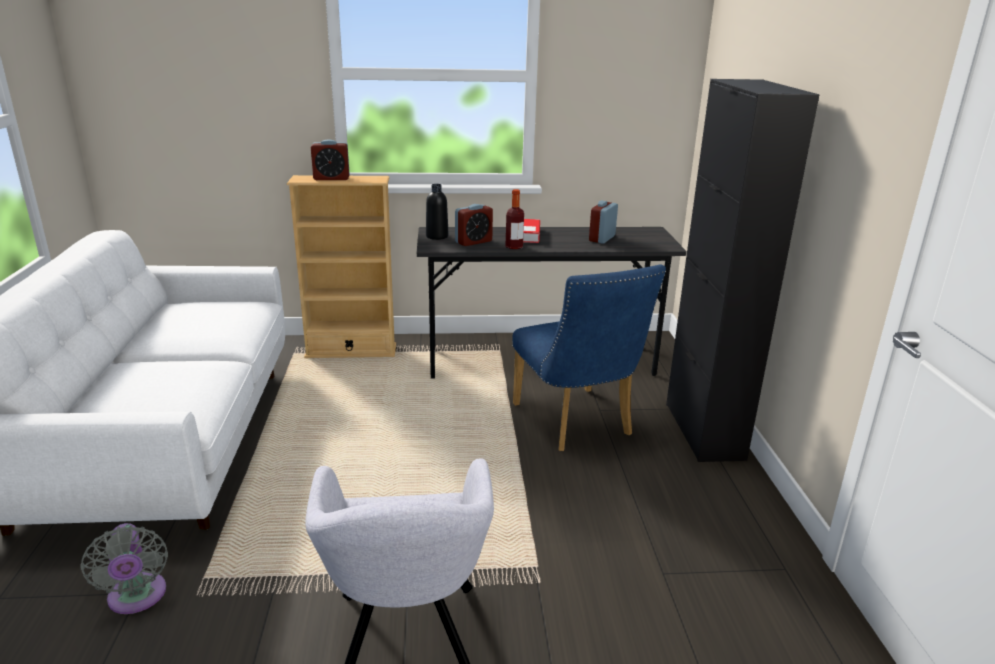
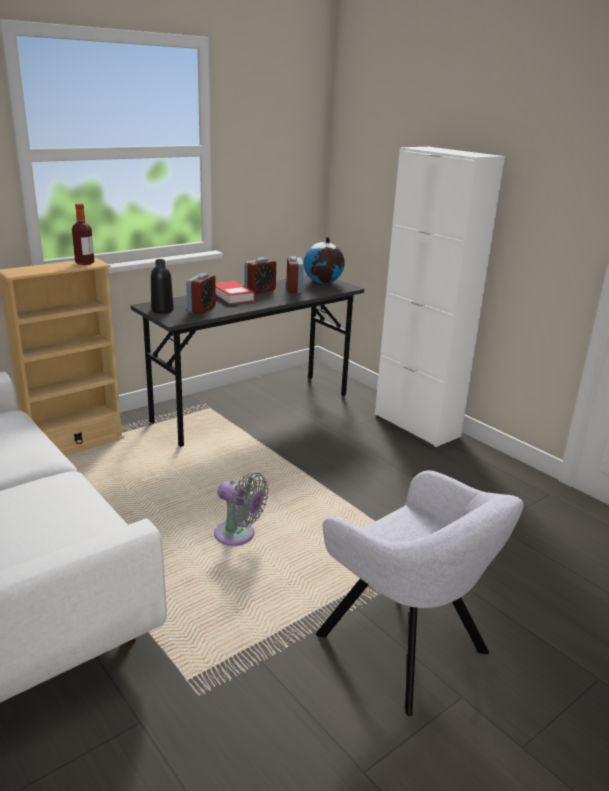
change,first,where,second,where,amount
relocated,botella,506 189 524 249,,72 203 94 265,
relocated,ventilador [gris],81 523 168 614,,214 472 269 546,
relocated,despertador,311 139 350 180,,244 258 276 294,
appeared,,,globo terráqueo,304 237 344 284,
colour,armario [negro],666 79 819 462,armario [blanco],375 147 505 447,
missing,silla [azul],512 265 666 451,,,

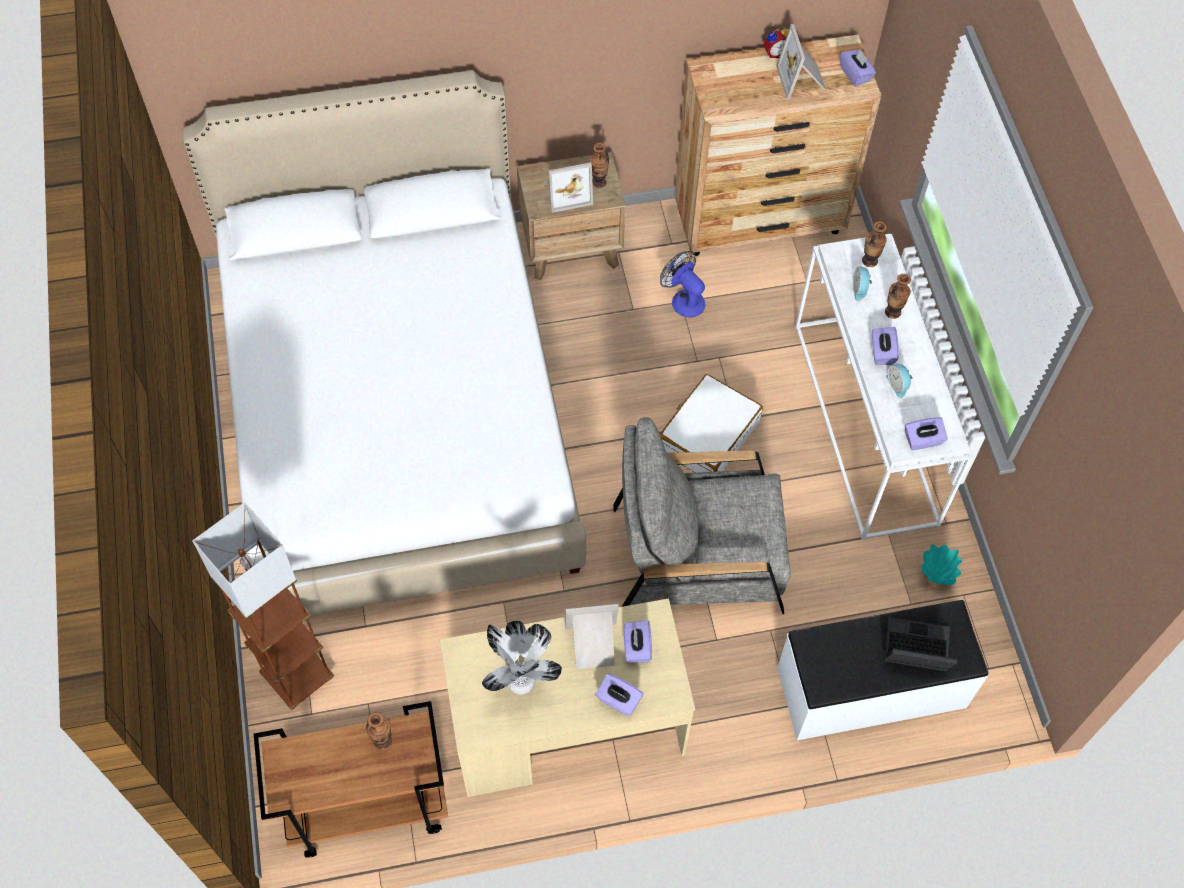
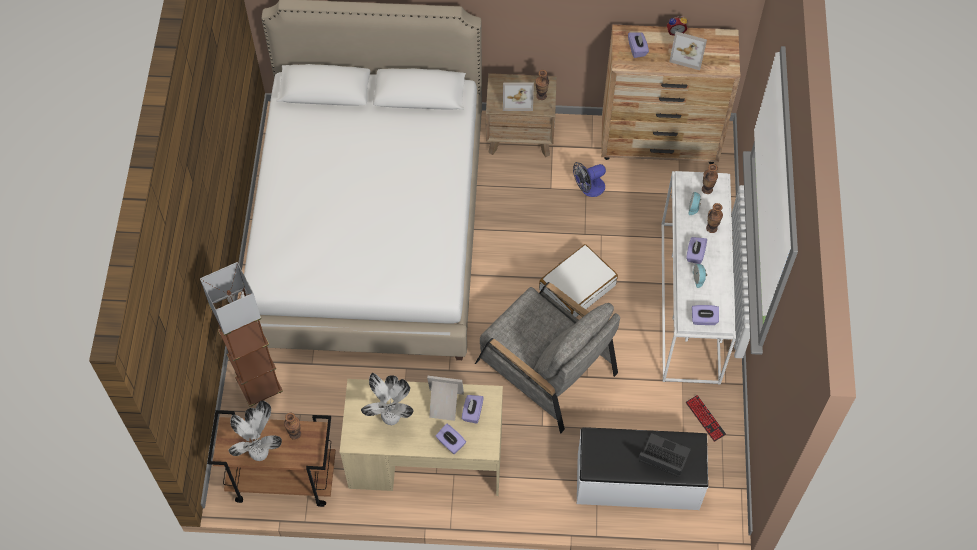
change,first,where,second,where,amount
appeared,,,planta en maceta,228 401 282 461,
spun,sillón [gris],613 417 791 614,,475 282 620 433,150 degrees counterclockwise
spun,ventilador,660 251 705 318,,573 162 606 197,90 degrees counterclockwise
relocated,caja de pañuelos [morado],840 49 876 86,,628 33 649 58,
spun,portarretratos,776 24 826 99,,669 31 707 70,75 degrees counterclockwise
exchanged,florero [turquesa],921 544 962 585,teclado,685 395 726 442,

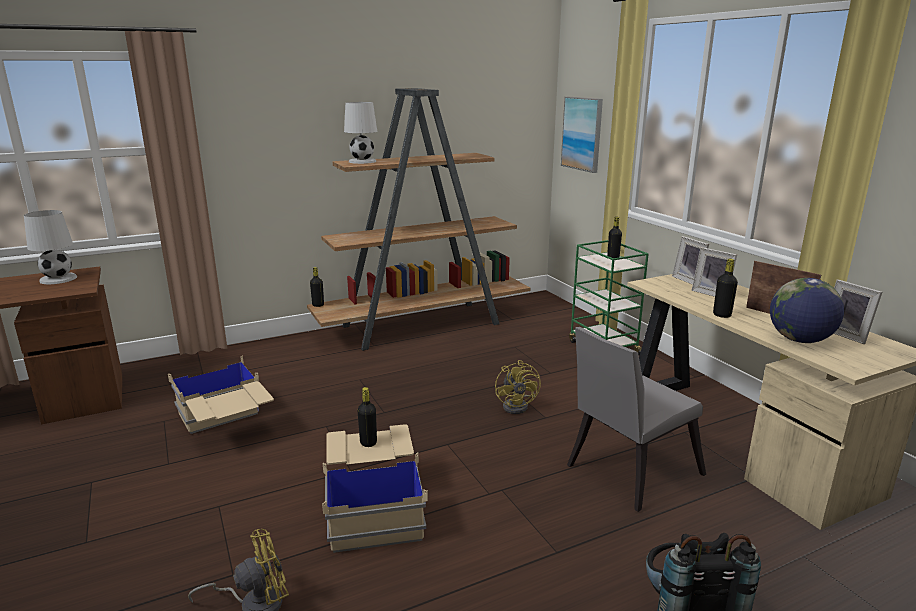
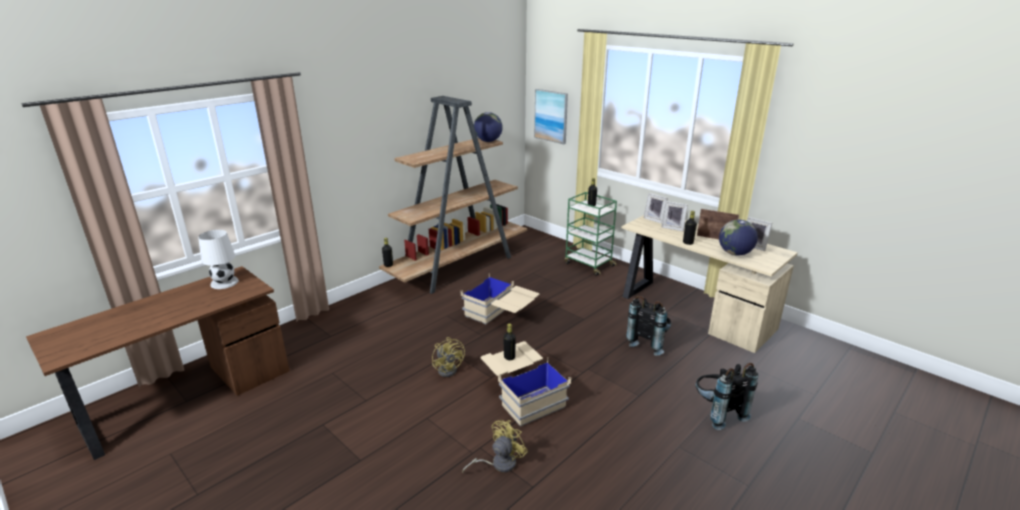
change,first,where,second,where,amount
relocated,ventilador [amarillo],495 360 541 414,,432 337 465 377,
relocated,caja de almacenaje [beis],168 356 274 434,,461 274 540 324,
appeared,,,globo terráqueo,474 112 503 142,
exchanged,silla [gris],567 327 706 512,mochila [negro],626 296 671 356,
missing,lámpara de mesa [blanco],344 102 377 164,,,

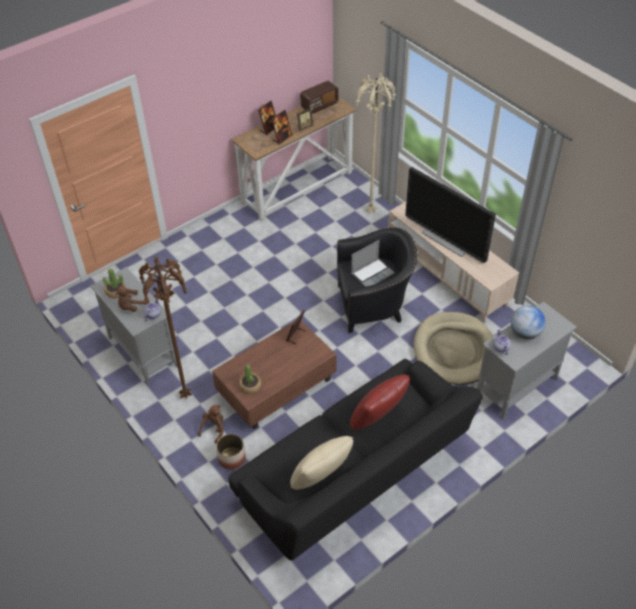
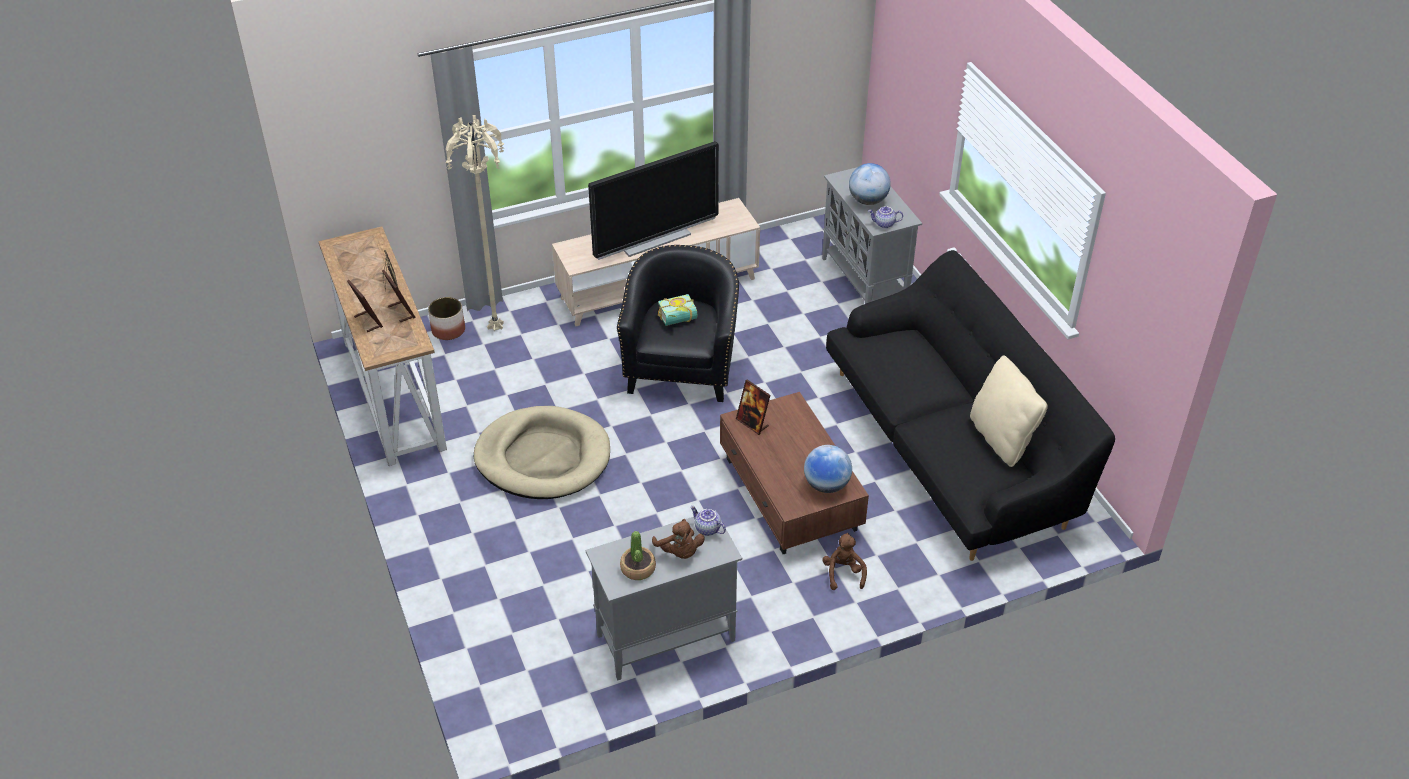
change,first,where,second,where,amount
relocated,maceta,216 434 246 470,,428 297 465 340,
relocated,cama para perro [beis],414 312 493 385,,474 406 610 499,
exchanged,portátil,351 240 394 287,libro,658 294 697 326,
exchanged,planta en maceta,239 365 261 394,globo terráqueo,804 445 852 493,
spun,peluche [marrón],198 405 224 444,,822 533 867 590,45 degrees clockwise
missing,lámpara de pie [marrón],139 257 192 399,,,
missing,radio,300 81 339 114,,,
missing,cojín [rojo],350 375 410 430,,,

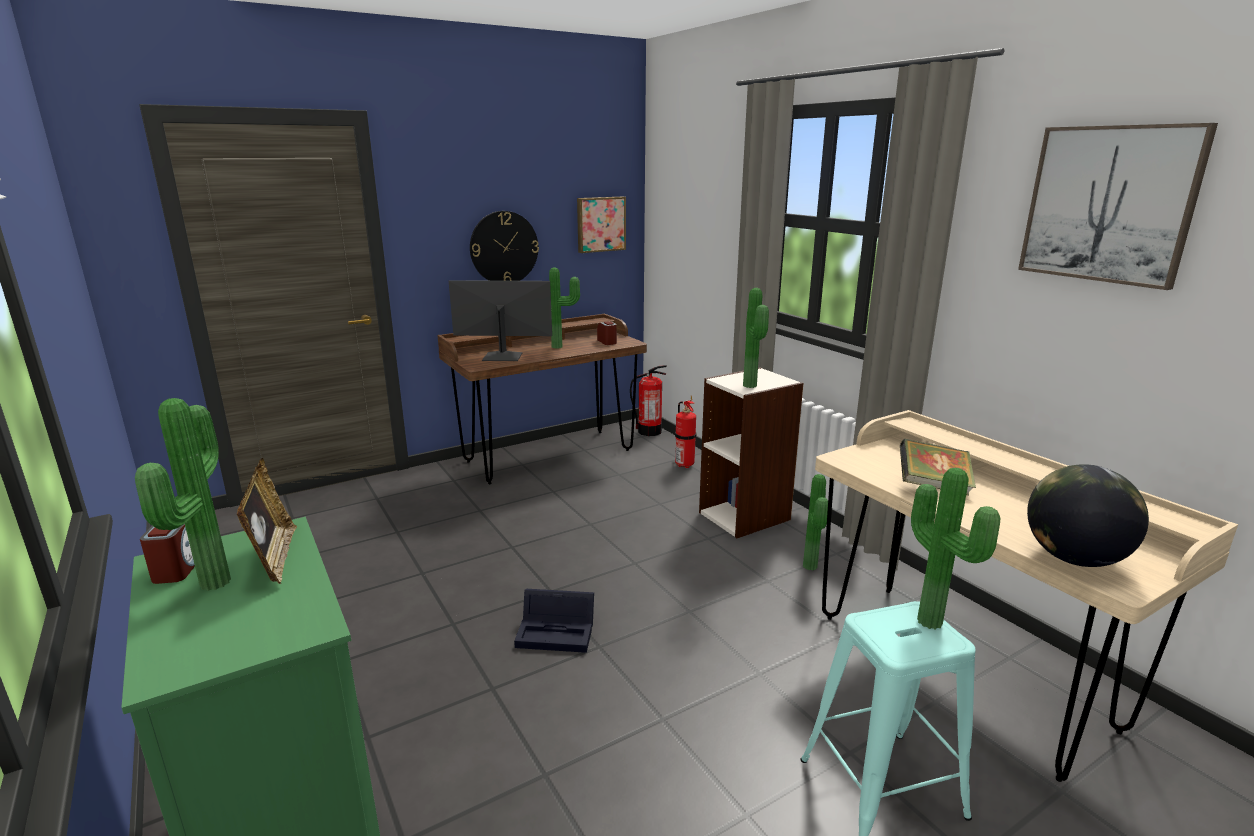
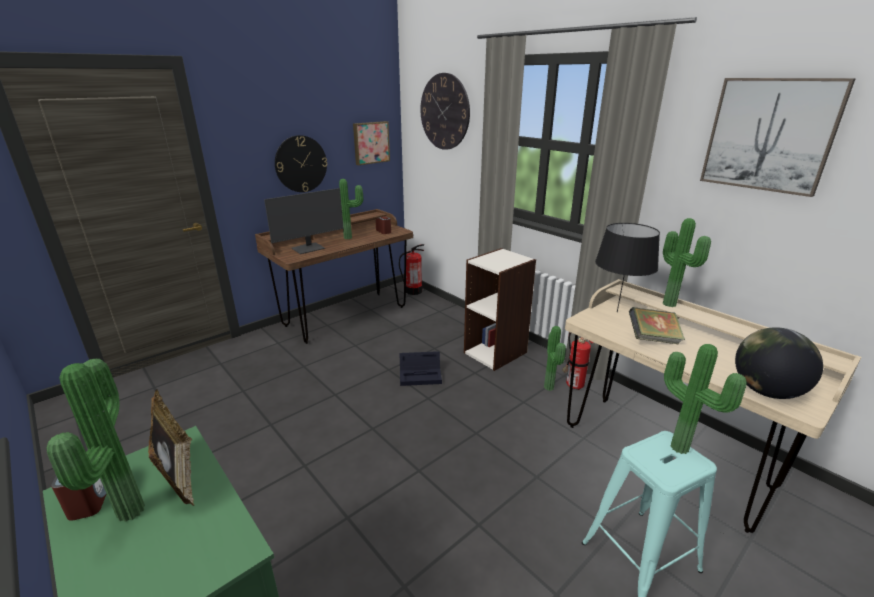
change,first,where,second,where,amount
spun,monitor,449 280 552 361,,264 188 344 254,150 degrees clockwise
relocated,caja de almacenaje [negro],514 589 594 653,,399 351 442 386,
appeared,,,reloj de pared,420 73 470 150,
relocated,extintor,675 396 696 468,,562 332 593 390,
appeared,,,lámpara de mesa [negro],595 223 660 312,
relocated,planta en maceta,743 288 769 388,,663 218 711 307,

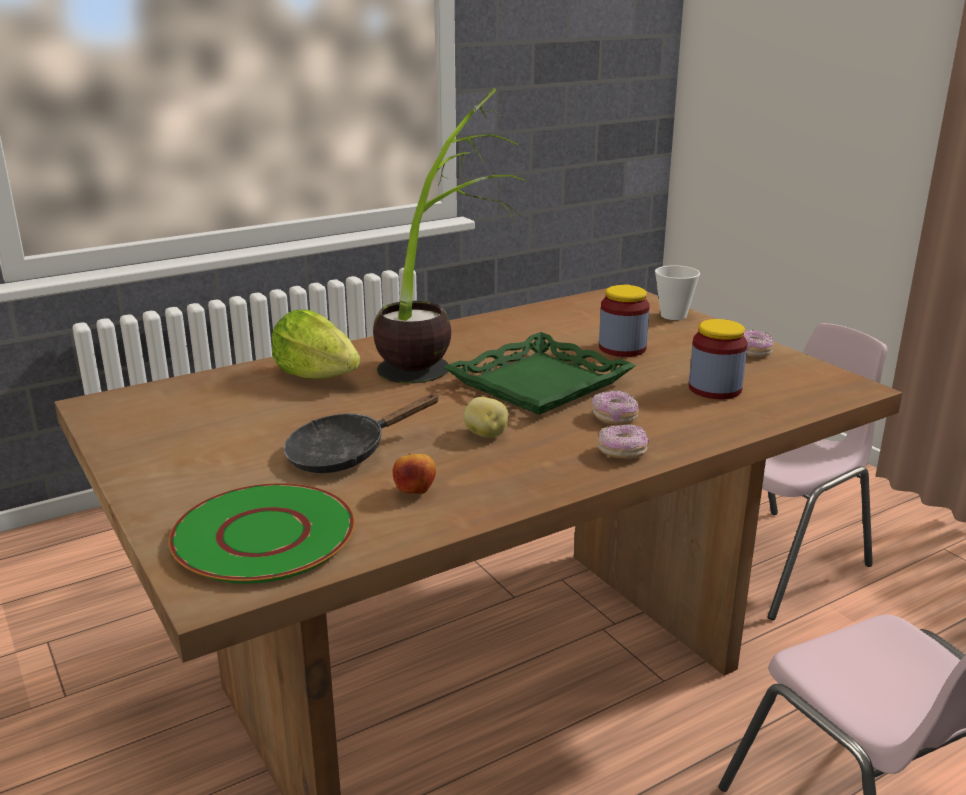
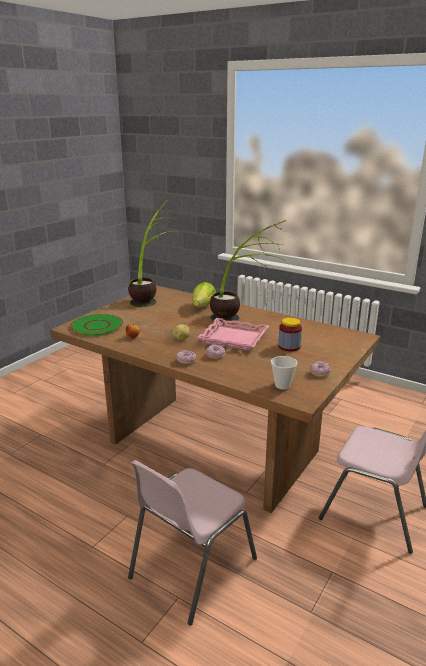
change,first,where,second,where,amount
appeared,,,planta en maceta,128 200 179 307,
colour,bandeja [verde],443 332 636 415,bandeja [rosa],197 318 269 351,
relocated,taza,655 265 700 320,,271 356 297 390,
missing,sartén [negro],284 394 440 473,,,
missing,tarro,689 319 748 399,,,

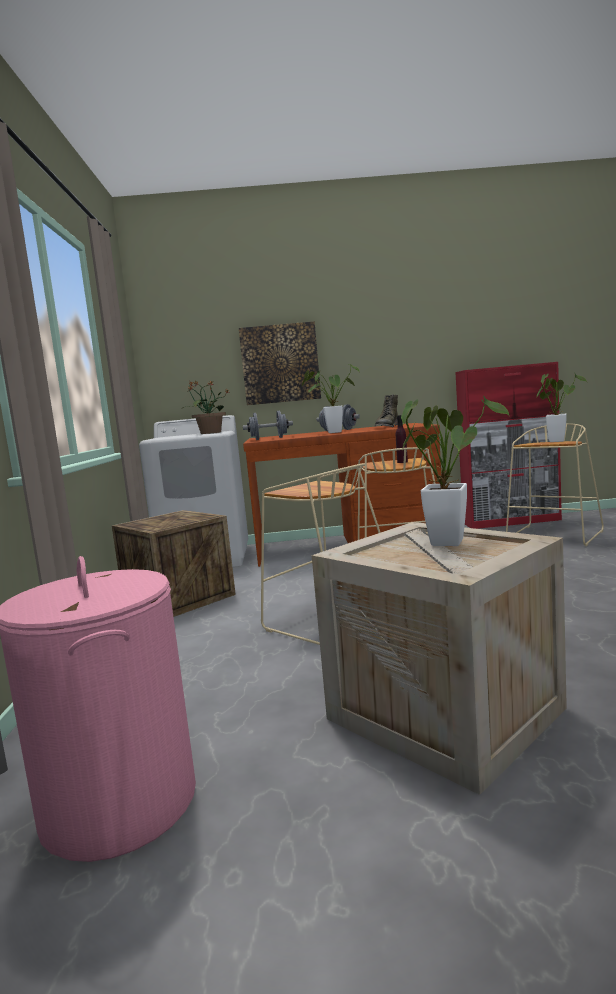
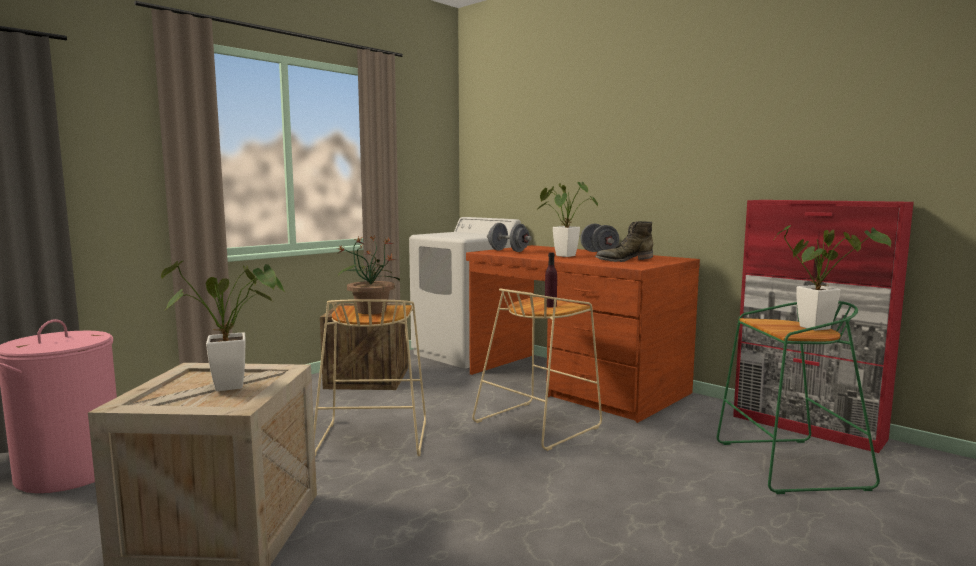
change,first,where,second,where,amount
relocated,planta en maceta,183 381 230 434,,337 236 400 314,
colour,taburete [beis],506 423 604 546,taburete [verde],717 301 880 494,
missing,cuadro,239 321 321 405,,,

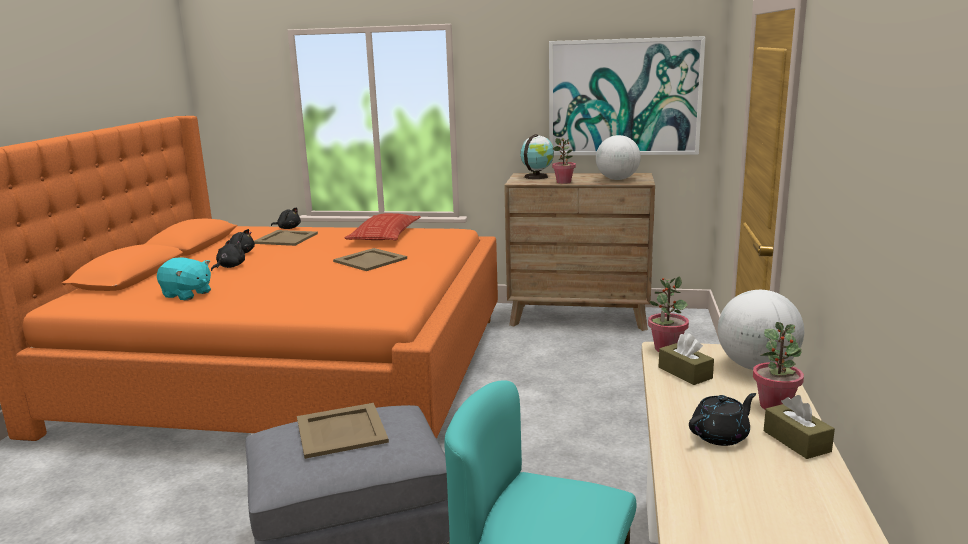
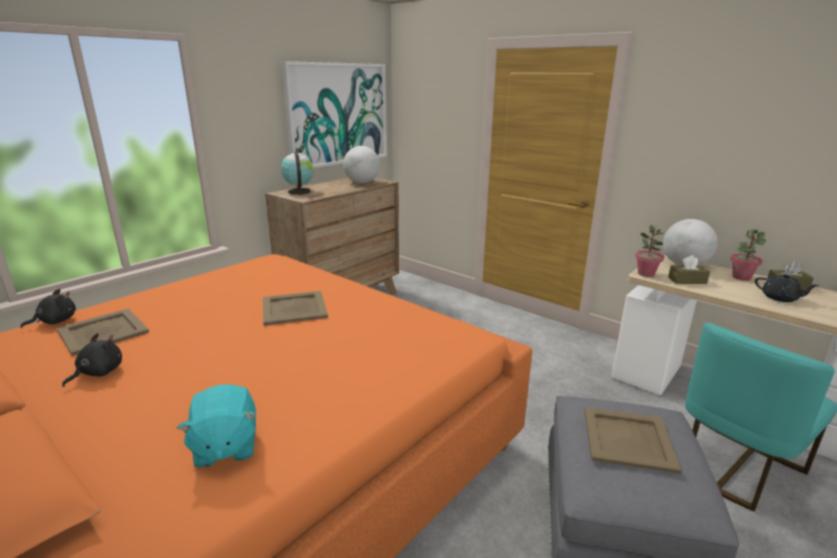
change,first,where,second,where,amount
spun,peluche [turquesa],157 257 211 300,,177 384 256 468,105 degrees clockwise
spun,tetera [negro],689 393 756 446,,755 274 820 302,120 degrees clockwise
missing,peluche [negro],211 240 245 271,,,
missing,cojín,344 213 421 241,,,
missing,planta en maceta,552 138 576 184,,,

